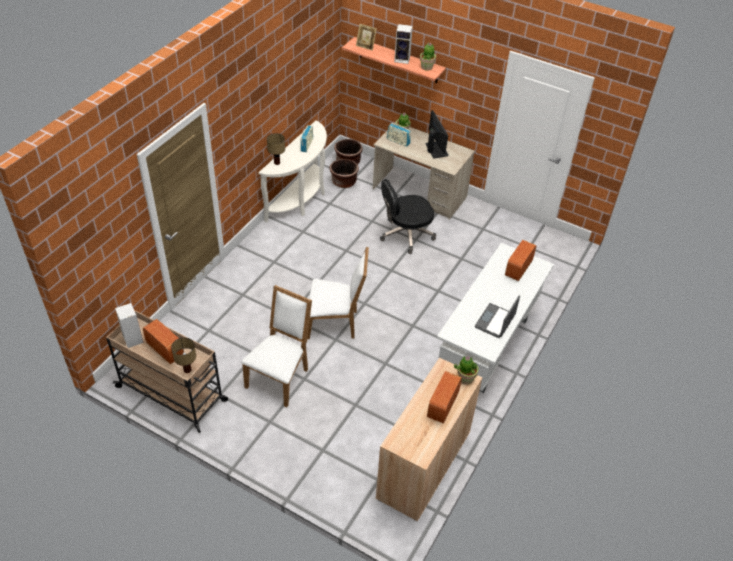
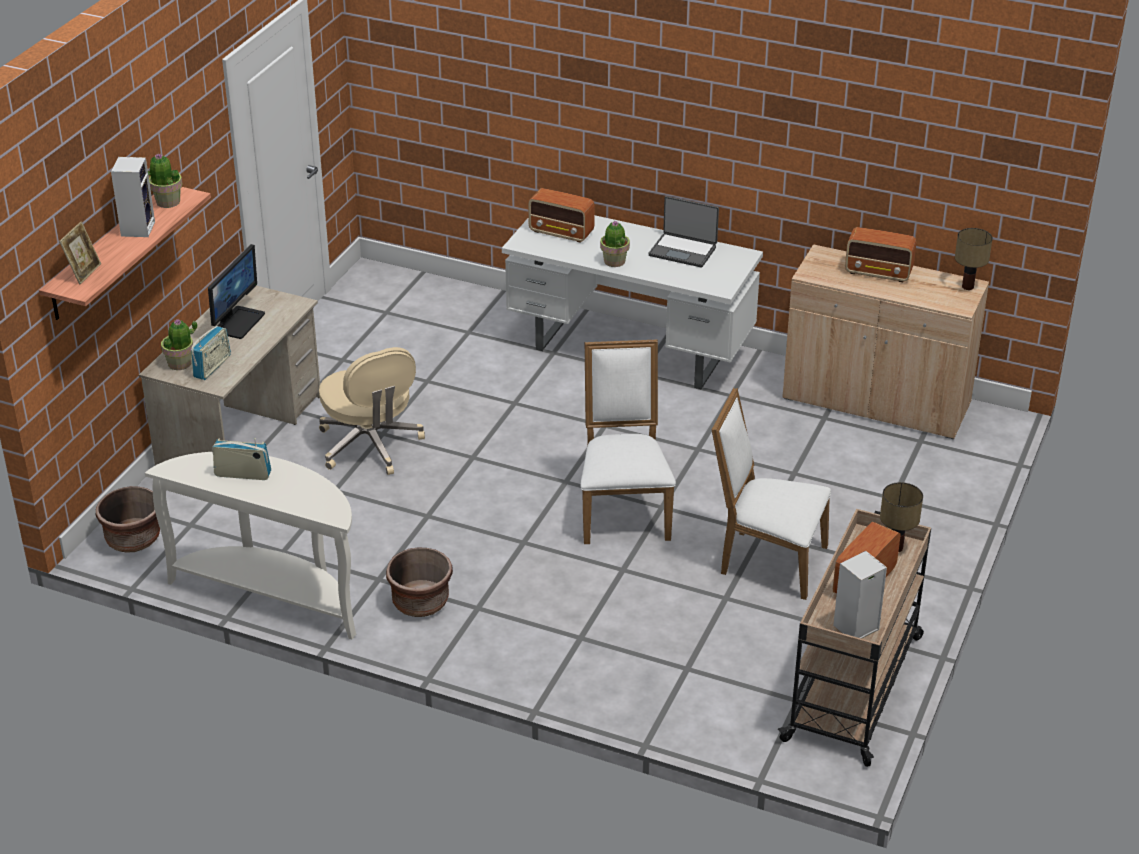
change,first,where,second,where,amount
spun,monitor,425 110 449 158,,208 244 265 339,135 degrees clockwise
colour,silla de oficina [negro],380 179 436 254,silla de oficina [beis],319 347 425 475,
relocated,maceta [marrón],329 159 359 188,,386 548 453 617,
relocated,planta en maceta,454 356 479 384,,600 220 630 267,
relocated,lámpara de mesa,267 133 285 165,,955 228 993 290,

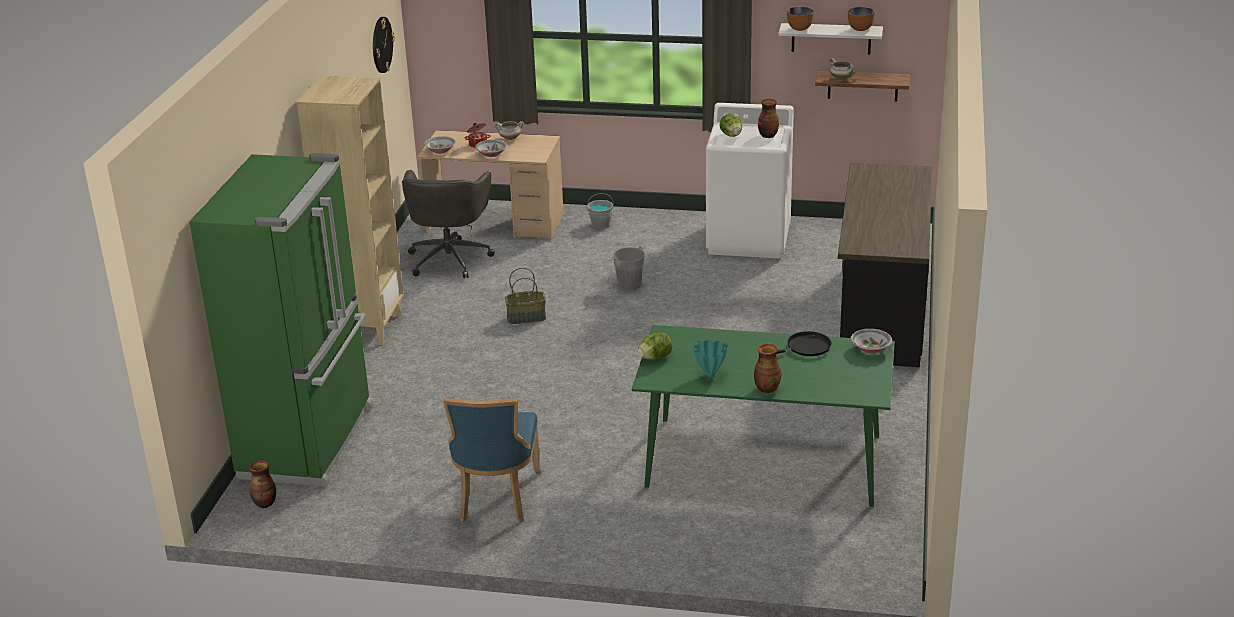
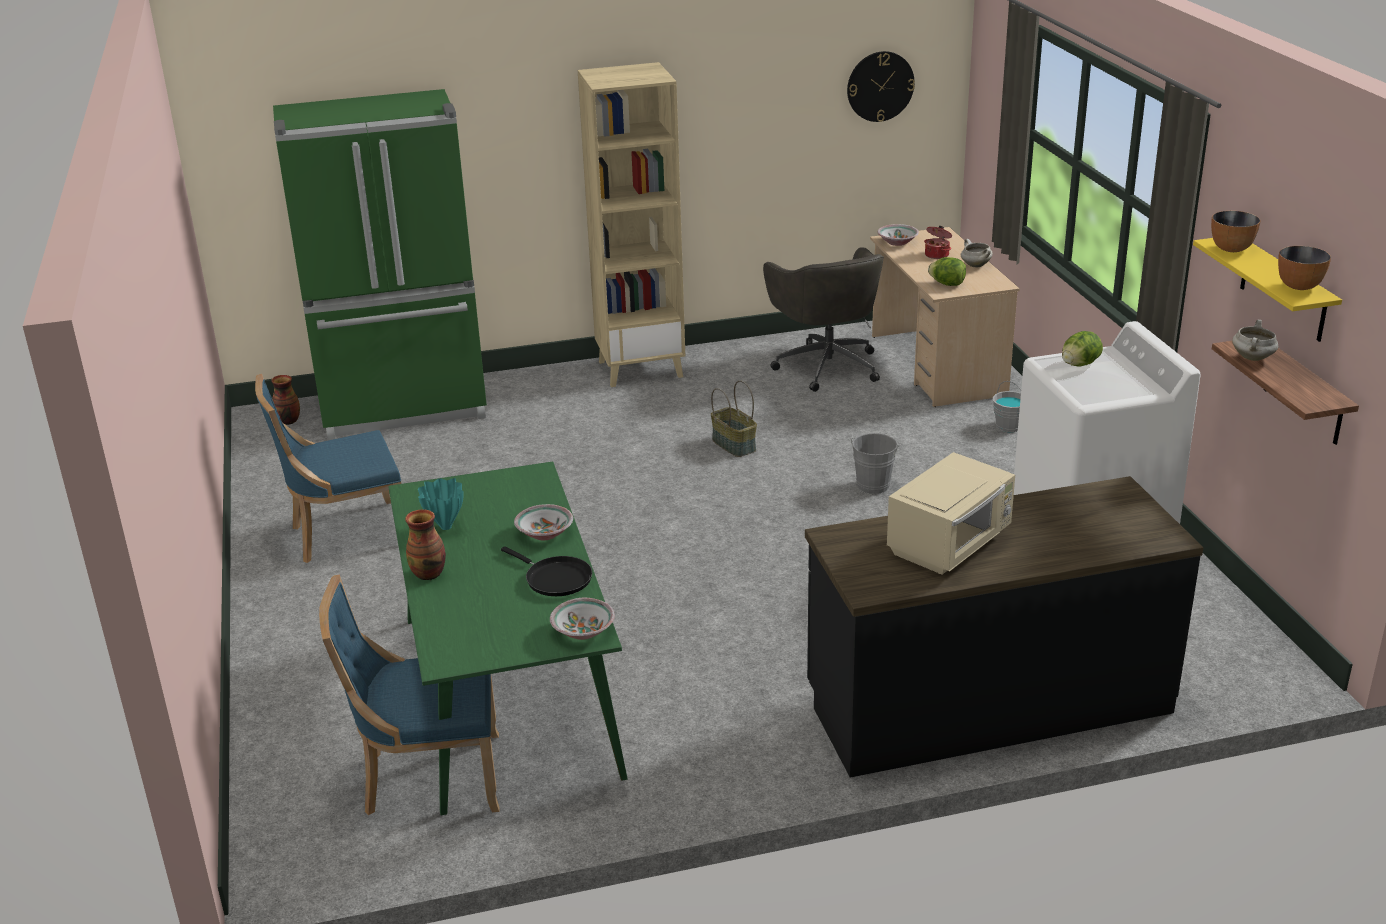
change,first,where,second,where,amount
appeared,,,silla [azul],319 574 500 815,
relocated,cuenco,475 140 507 157,,514 504 573 540,
spun,silla de oficina [gris],402 170 495 278,,763 248 884 392,90 degrees counterclockwise
appeared,,,microondas [beis],887 452 1015 575,
relocated,lechuga,638 332 672 360,,928 257 966 286,
colour,estante [blanco],778 23 883 55,estante [amarillo],1193 238 1342 342,
missing,florero,758 99 779 138,,,

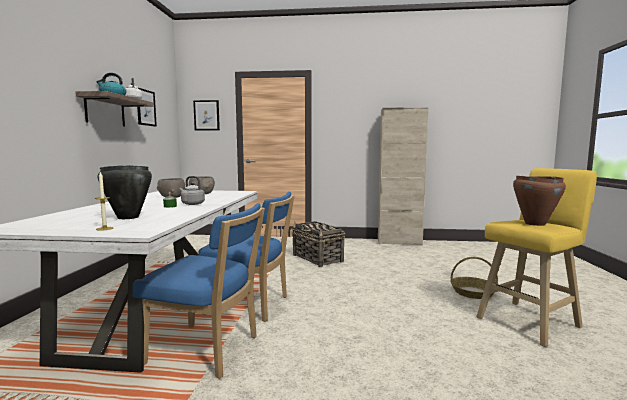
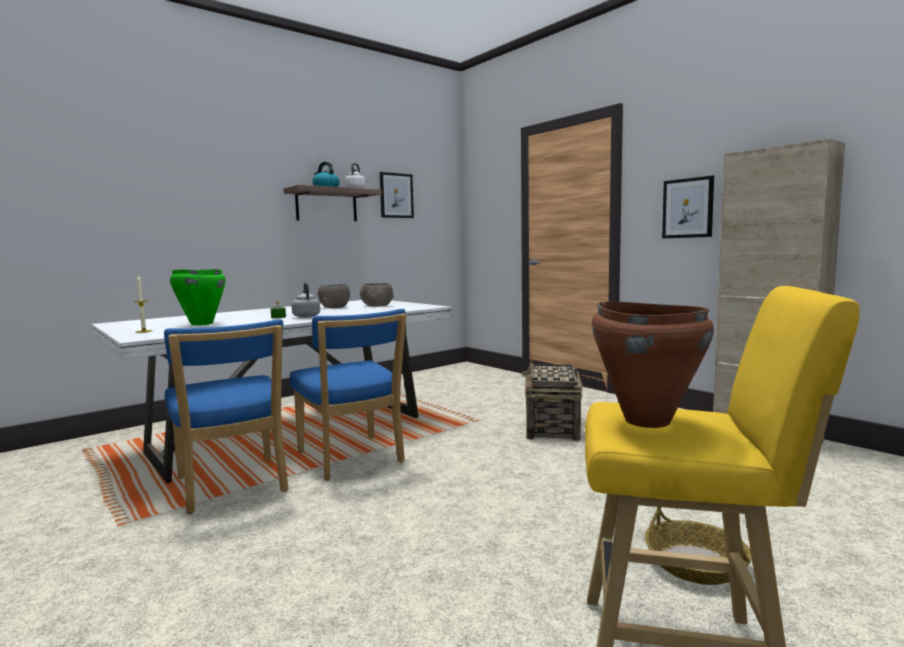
change,first,where,second,where,amount
colour,olla [negro],98 165 152 219,olla [verde],170 269 226 326,
relocated,cuadro,193 100 220 131,,662 176 714 238,

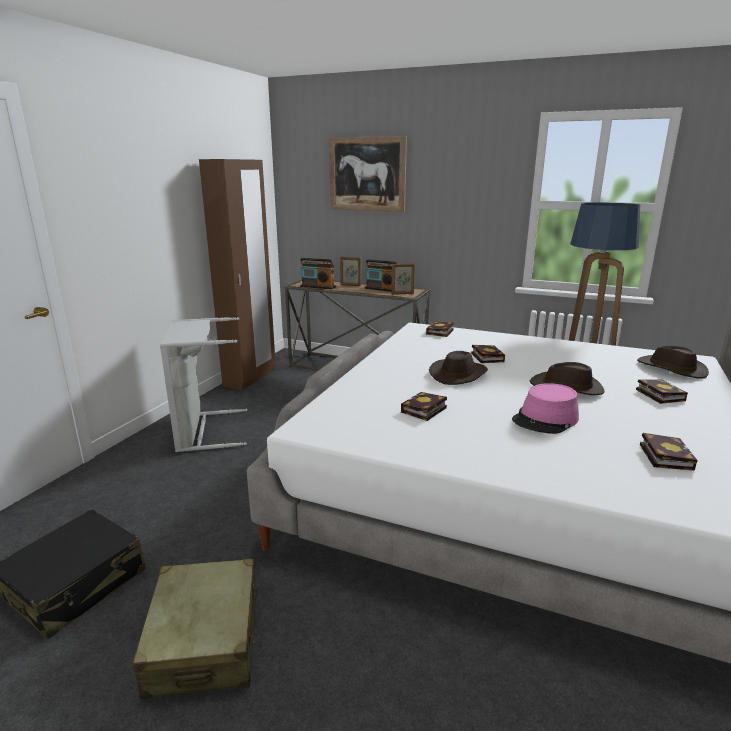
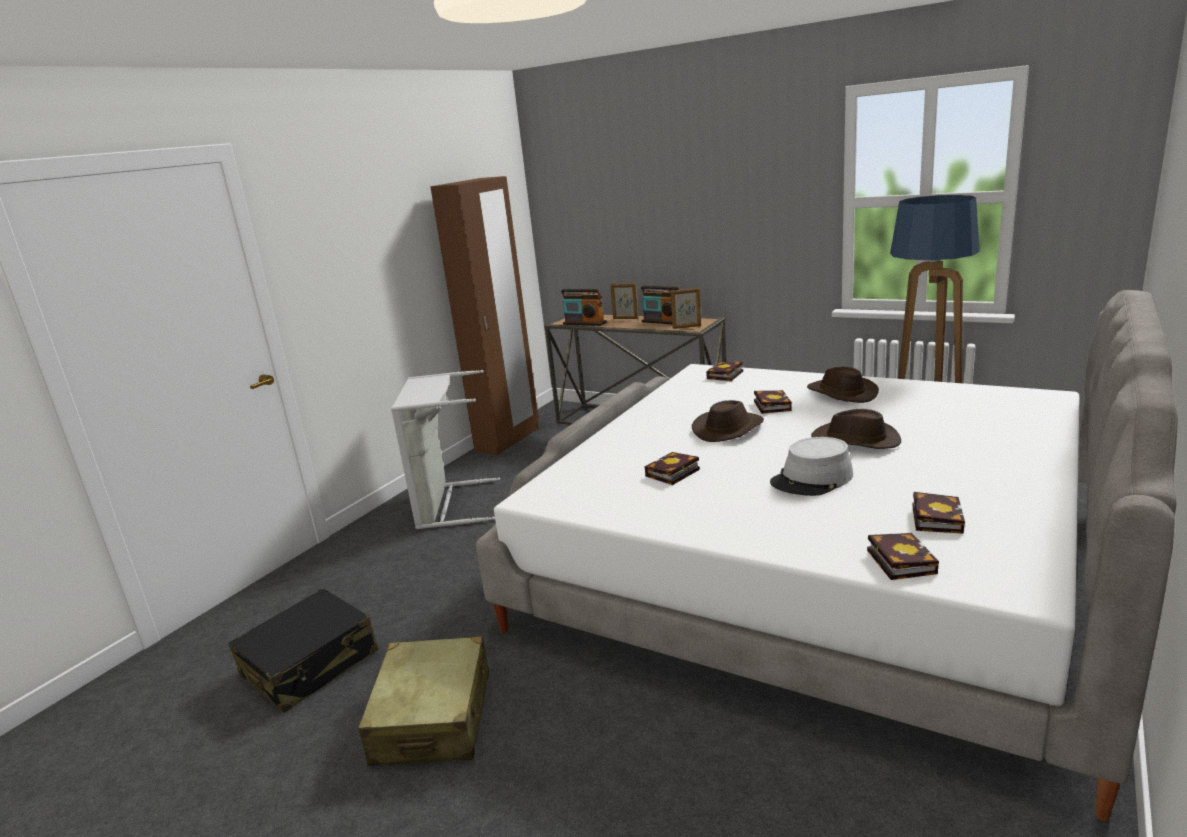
change,first,where,second,where,amount
colour,sombrero [rosa],512 383 579 434,sombrero [gris],770 437 853 496,
relocated,sombrero [marrón],637 346 709 379,,807 367 879 403,
relocated,libro,636 379 688 404,,867 533 939 580,
missing,cuadro,329 136 407 212,,,

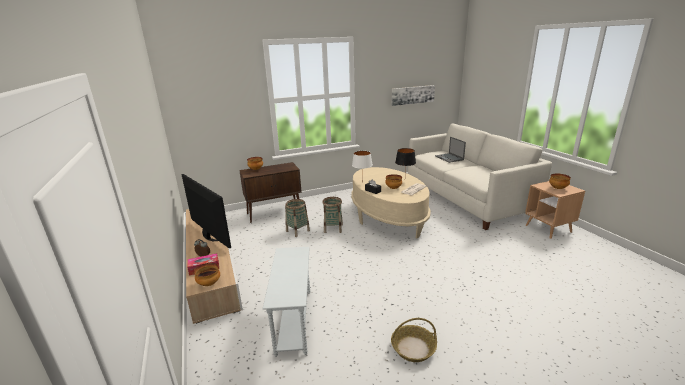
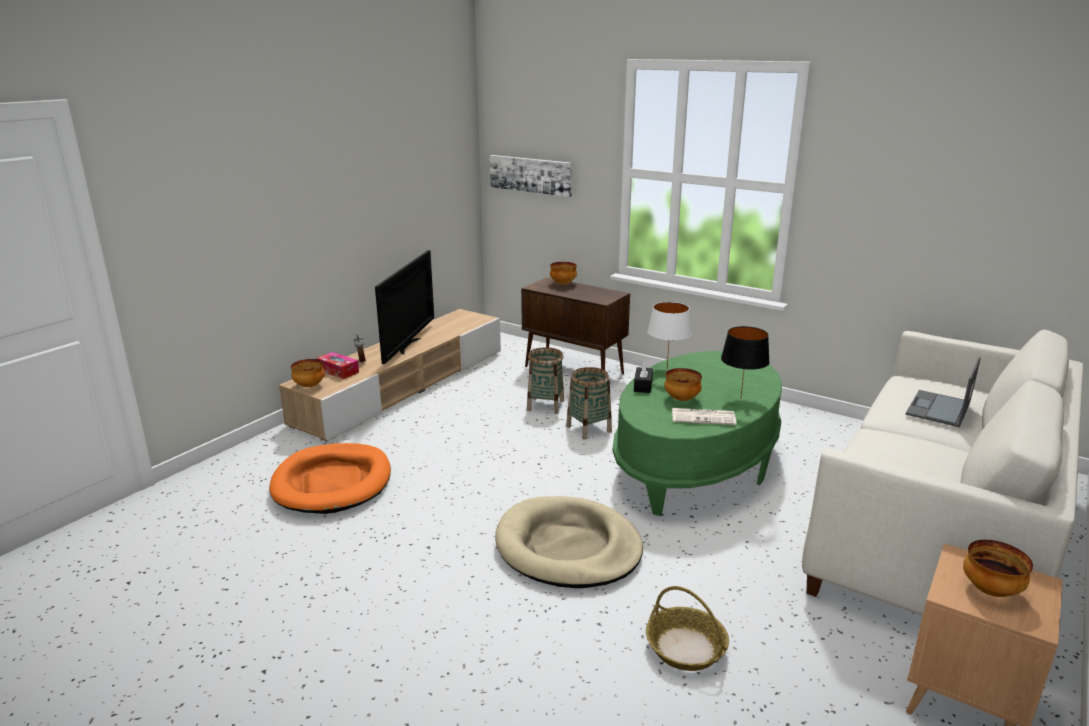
change,first,where,second,where,amount
exchanged,mesa auxiliar [blanco],263 247 310 357,cama para perro [naranja],269 443 391 514,
relocated,cuadro,391 85 435 106,,490 155 572 197,
appeared,,,cama para perro [beis],495 496 643 588,
colour,mesa de centro [beis],351 167 431 239,mesa de centro [verde],613 351 782 516,
relocated,cesta,391 318 437 362,,646 586 729 671,

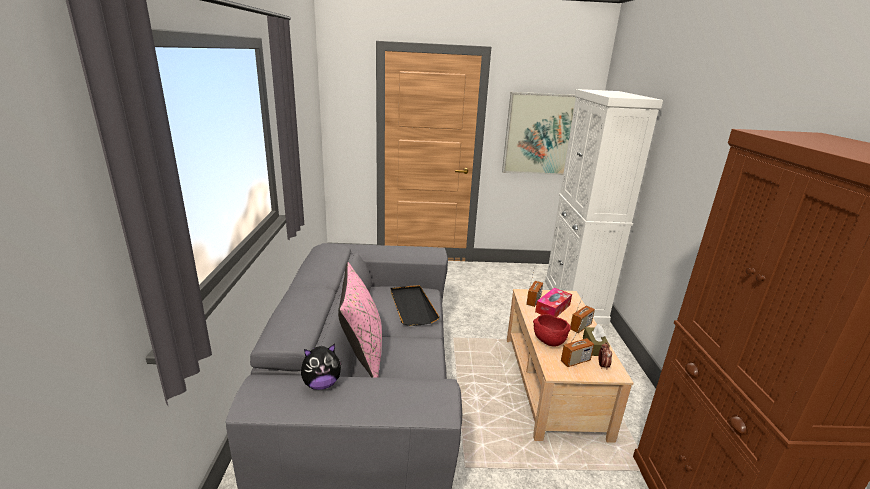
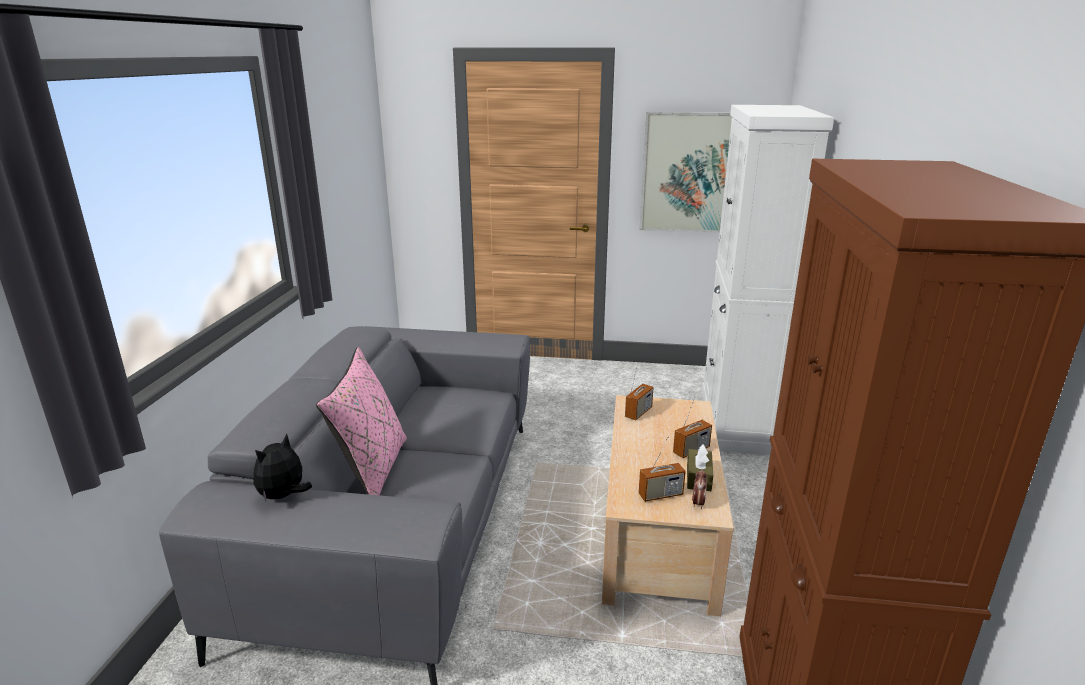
change,first,where,second,where,amount
spun,peluche,301 344 342 390,,253 434 312 501,135 degrees clockwise
missing,bandeja [negro],390 285 439 326,,,
missing,cuenco [rojo],533 314 571 347,,,
missing,caja de pañuelos,535 288 572 317,,,

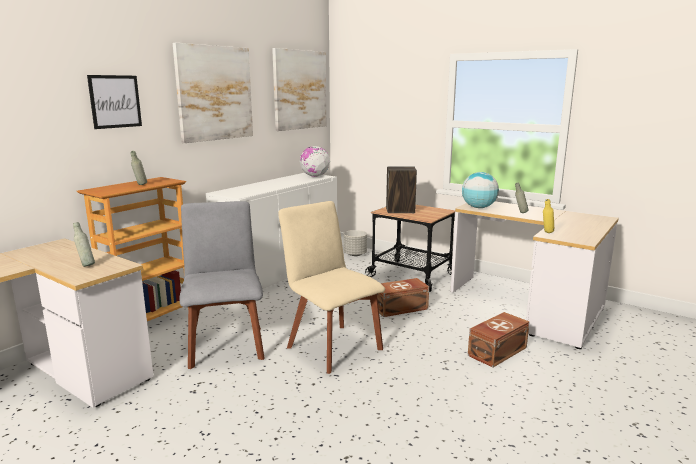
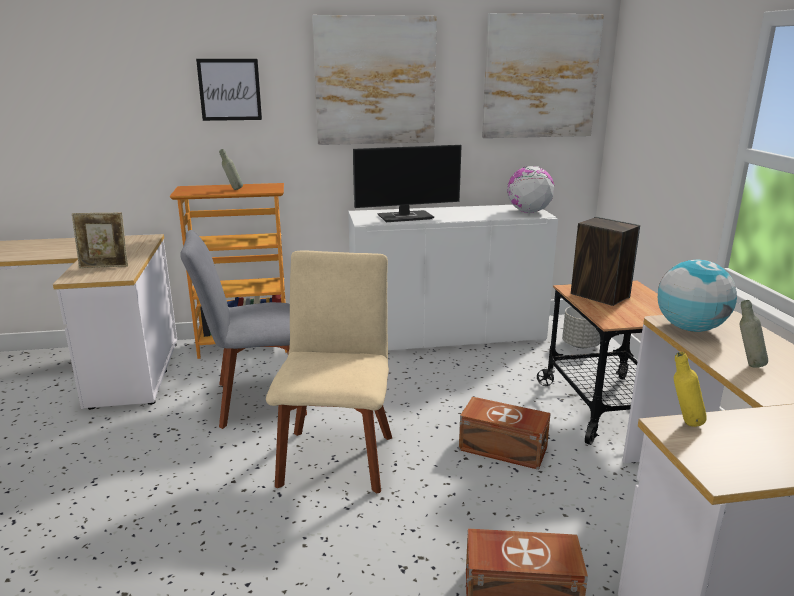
change,first,where,second,where,amount
exchanged,botella [gris],73 222 95 267,portarretratos,72 213 128 268,
spun,silla [gris],180 201 265 369,,180 230 307 429,135 degrees counterclockwise
appeared,,,monitor,353 145 462 222,

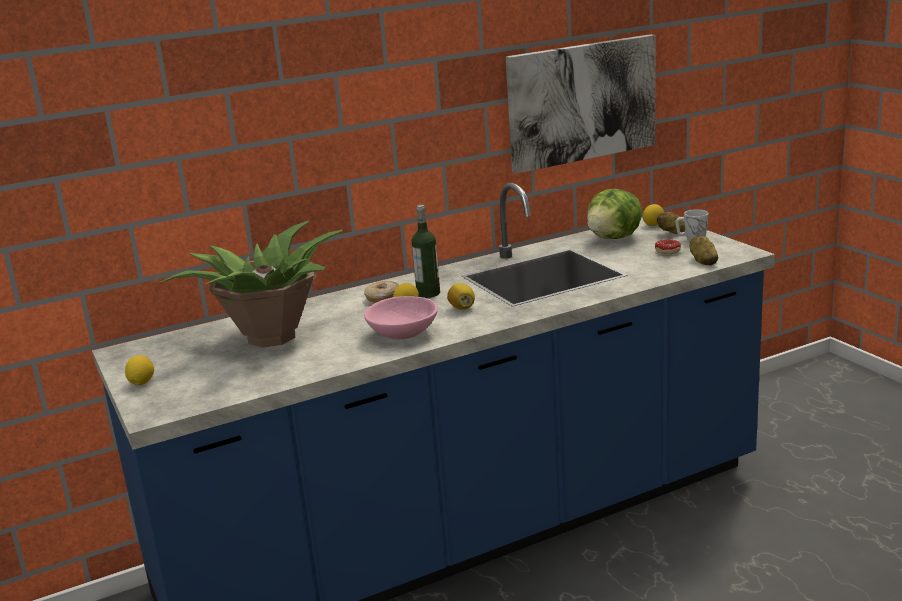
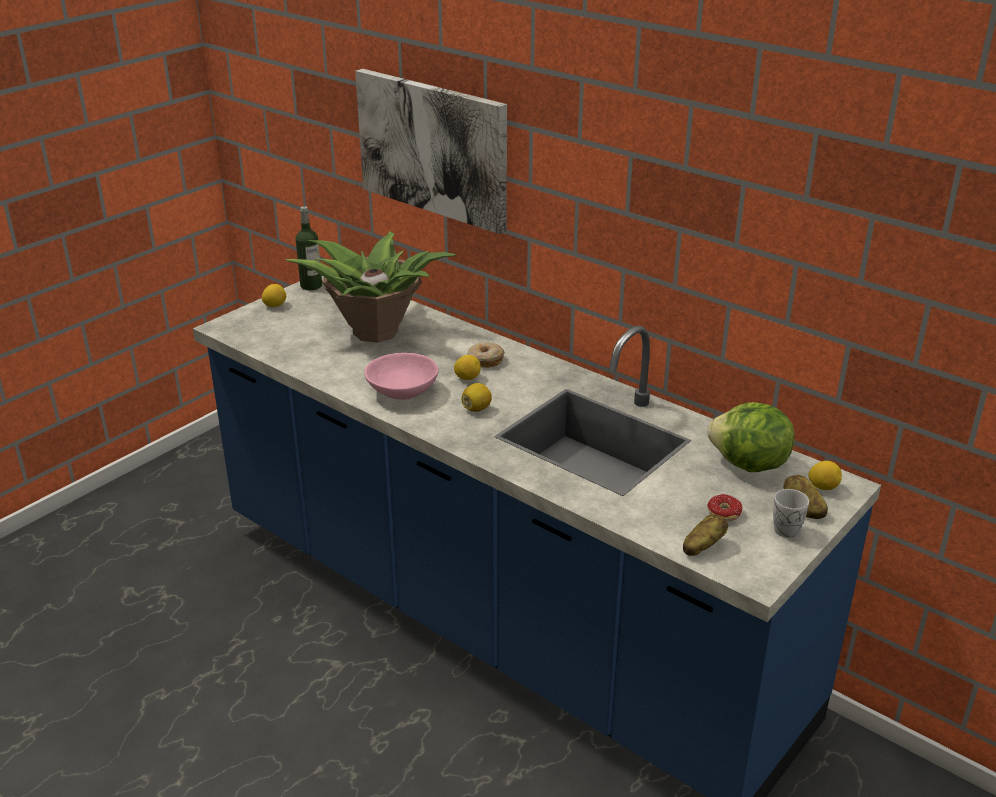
change,first,where,second,where,amount
relocated,botella,412 205 440 298,,296 206 322 290,
relocated,cuadro,506 34 656 174,,355 69 507 234,

